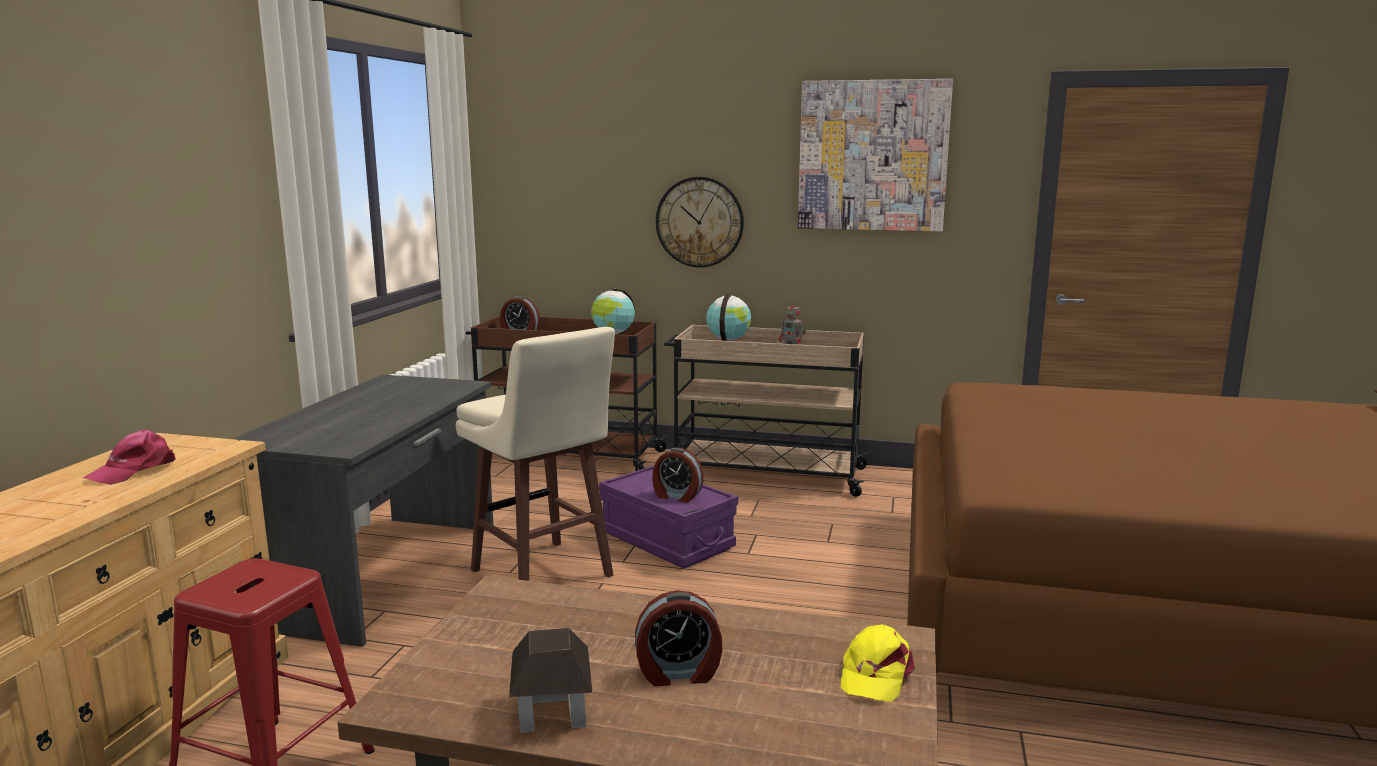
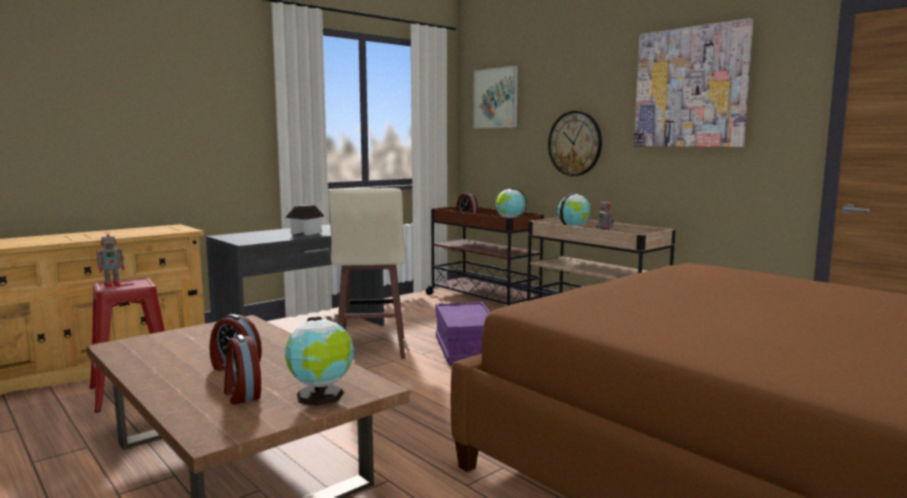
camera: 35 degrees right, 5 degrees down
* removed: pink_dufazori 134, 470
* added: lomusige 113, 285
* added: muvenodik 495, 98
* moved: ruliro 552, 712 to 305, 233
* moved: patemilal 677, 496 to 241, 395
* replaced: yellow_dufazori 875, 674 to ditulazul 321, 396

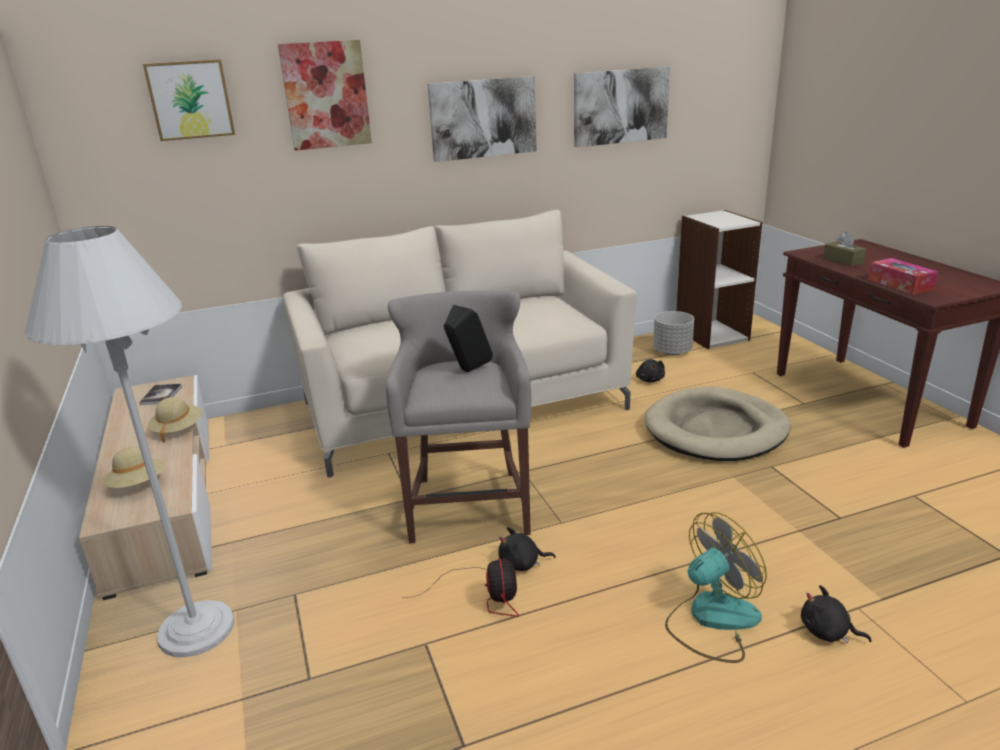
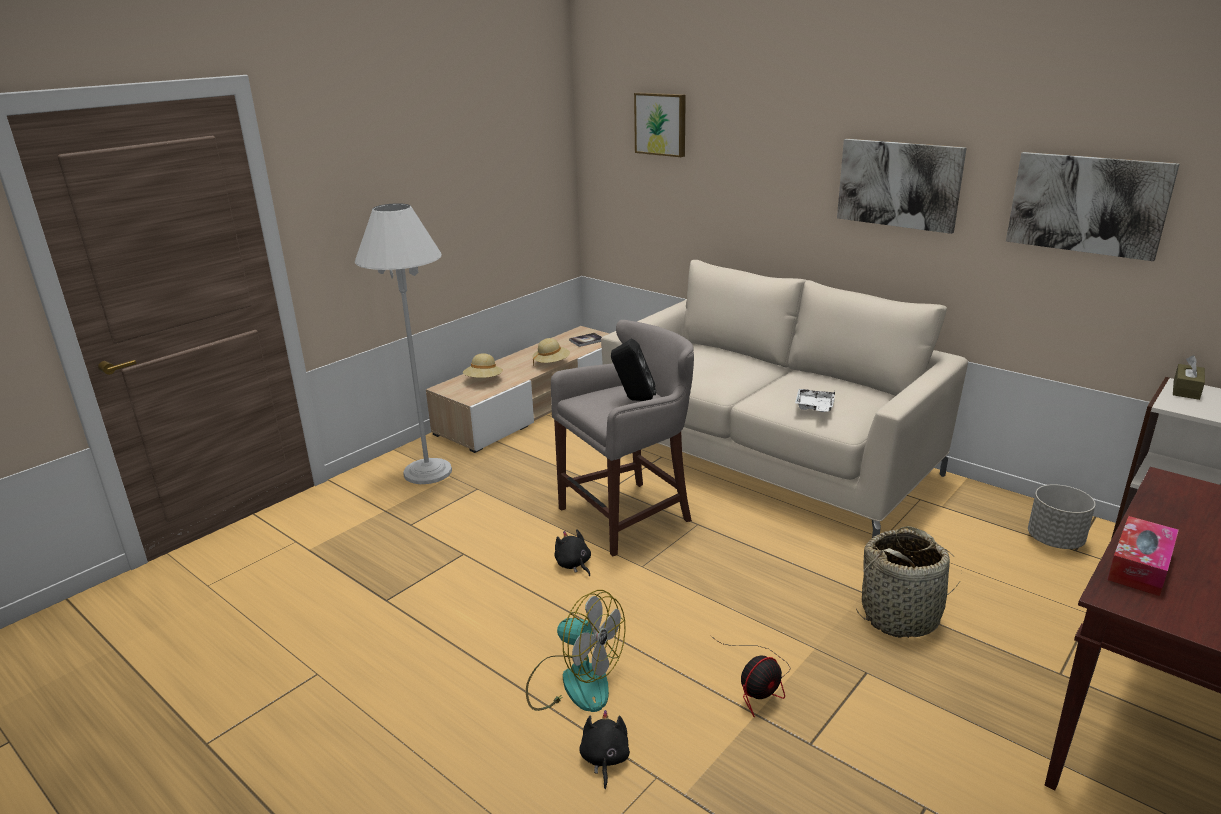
camera: 60 degrees right, 0 degrees up
* removed: muvenodik 326, 95
* removed: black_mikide 650, 380
* added: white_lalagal 814, 407
* moved: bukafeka 484, 596 to 759, 684
* moved: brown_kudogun 843, 260 to 1186, 389
* replaced: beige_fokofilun 716, 430 to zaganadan 901, 616

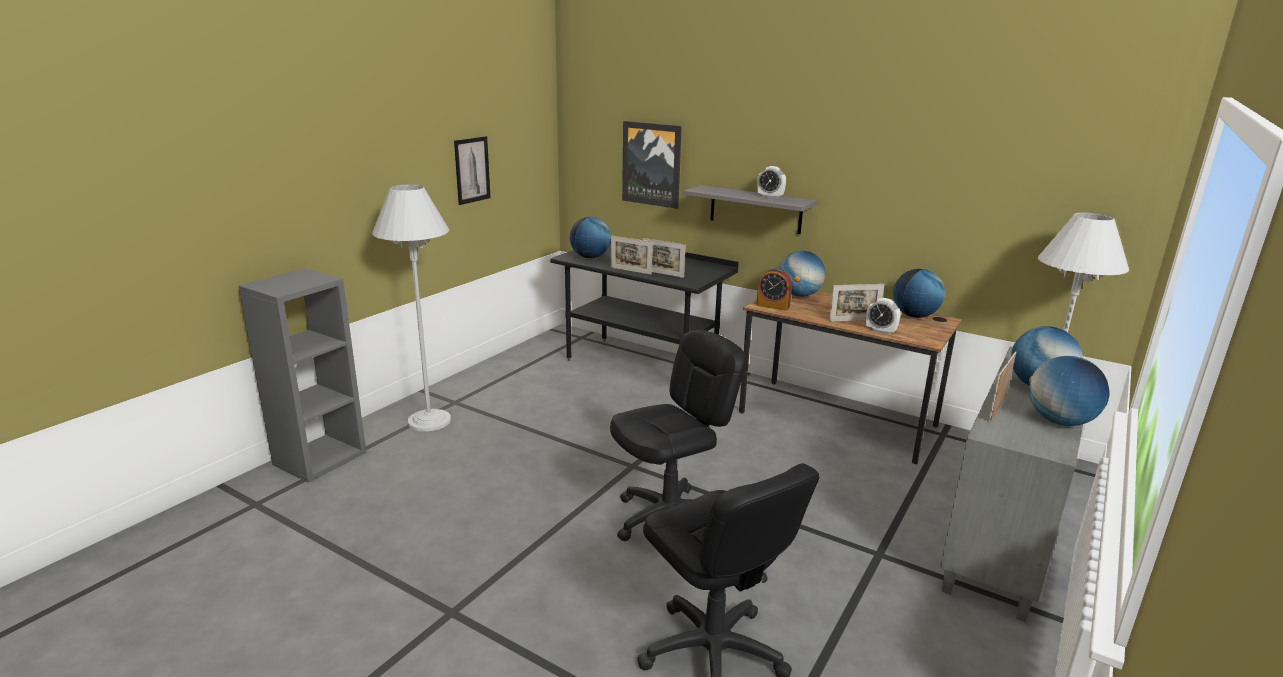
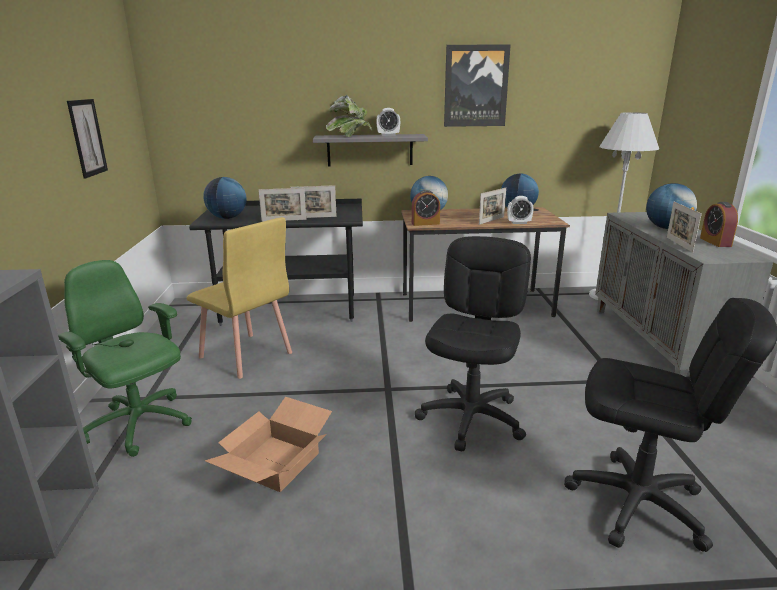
camera: 35 degrees left, 0 degrees up
* added: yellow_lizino 245, 355
* added: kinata 275, 461
* added: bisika 350, 136
* moved: muvenodik 652, 164 to 475, 86
* replaced: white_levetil 429, 421 to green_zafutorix 140, 426
* replaced: ditulazul 1060, 421 to patemilal 715, 242

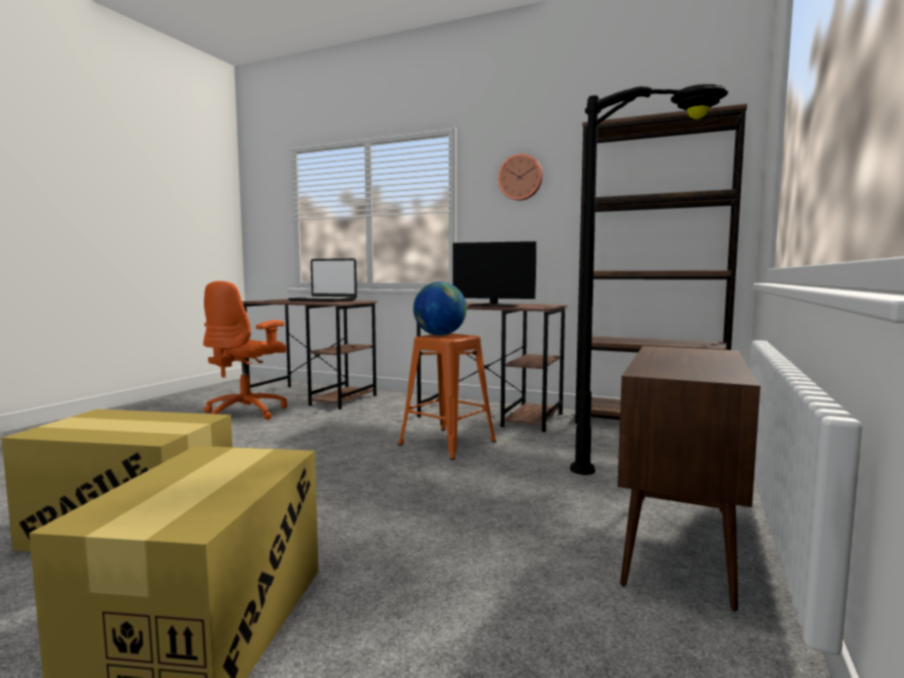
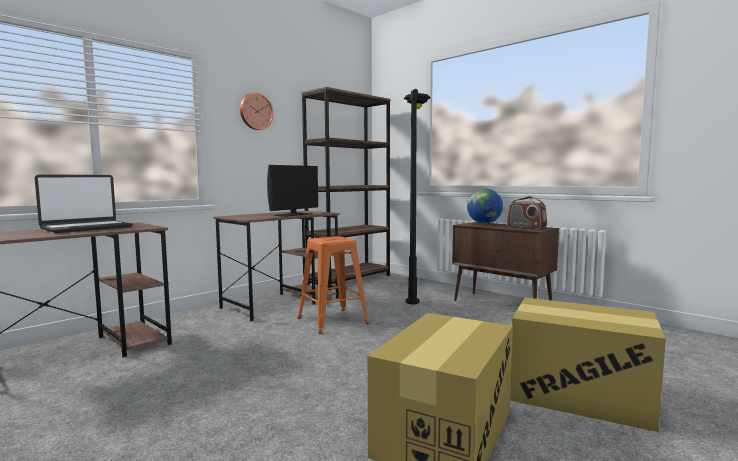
camera: 70 degrees left, 0 degrees up
* removed: orange_zafutorix 247, 412
* added: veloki 526, 229
* moved: ditulazul 439, 335 to 484, 223

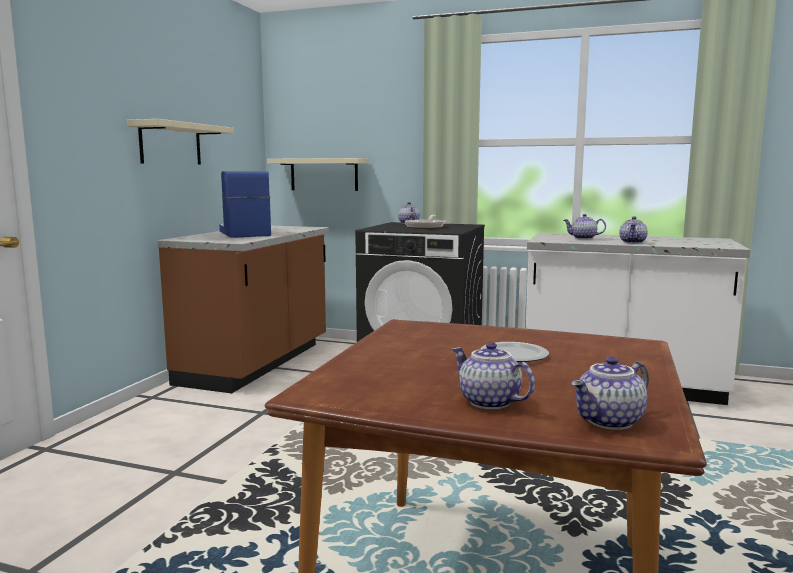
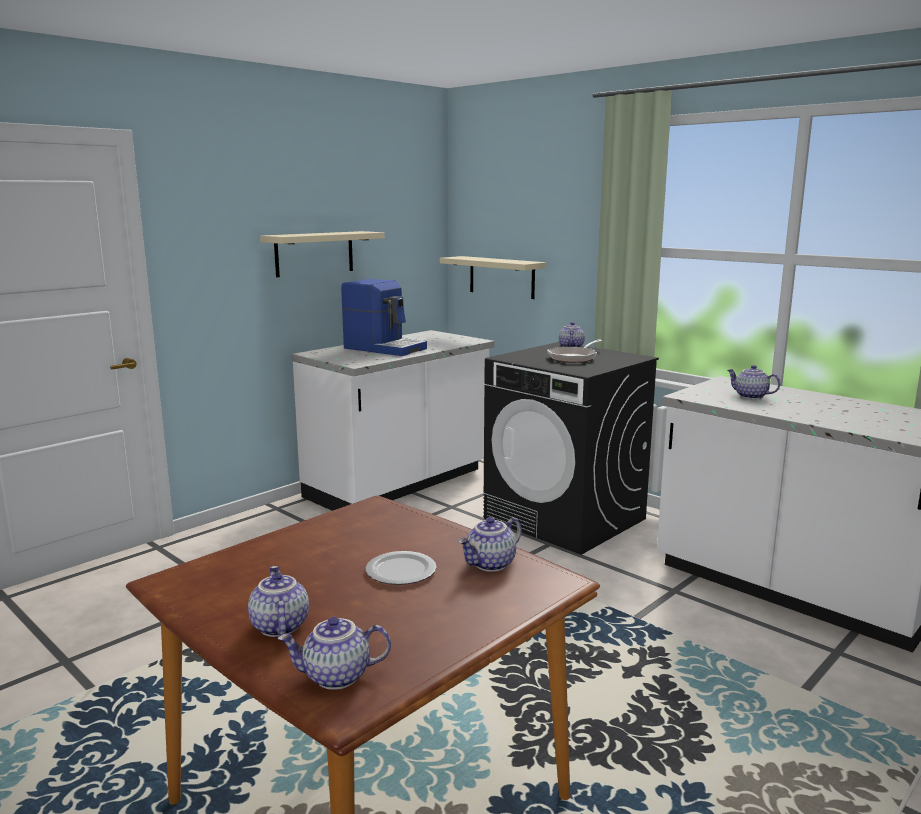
camera: 25 degrees right, 5 degrees up
* moved: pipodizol 633, 242 to 491, 564
* recoloured: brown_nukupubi 257, 363 to white_nukupubi 400, 484
* turned: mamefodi 243, 233 = 385, 348 120 degrees clockwise

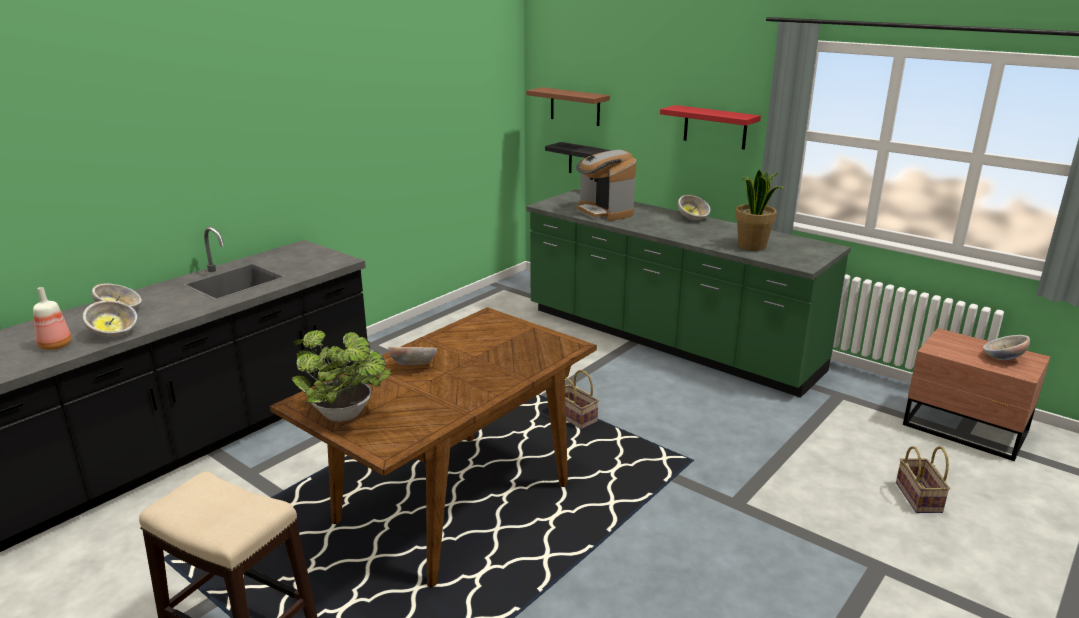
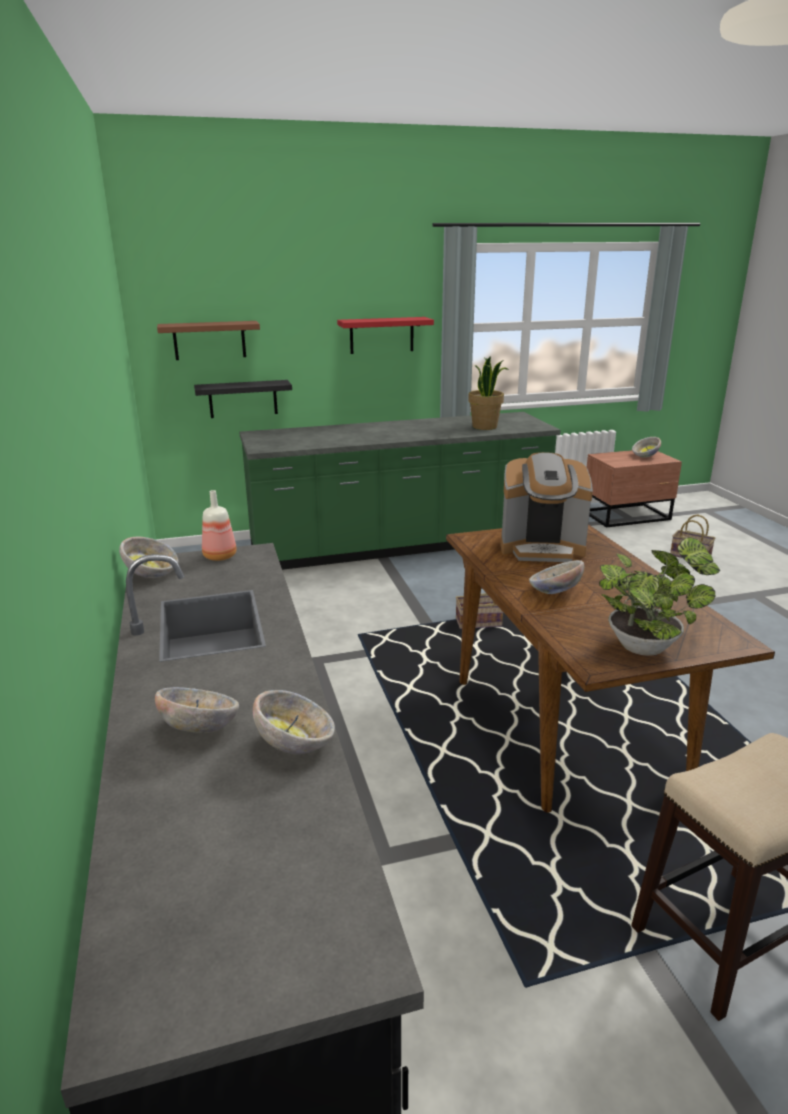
camera: 55 degrees left, 0 degrees up
* moved: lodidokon 55, 346 to 221, 556
* moved: mamefodi 604, 212 to 542, 548
* moved: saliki 693, 218 to 152, 574

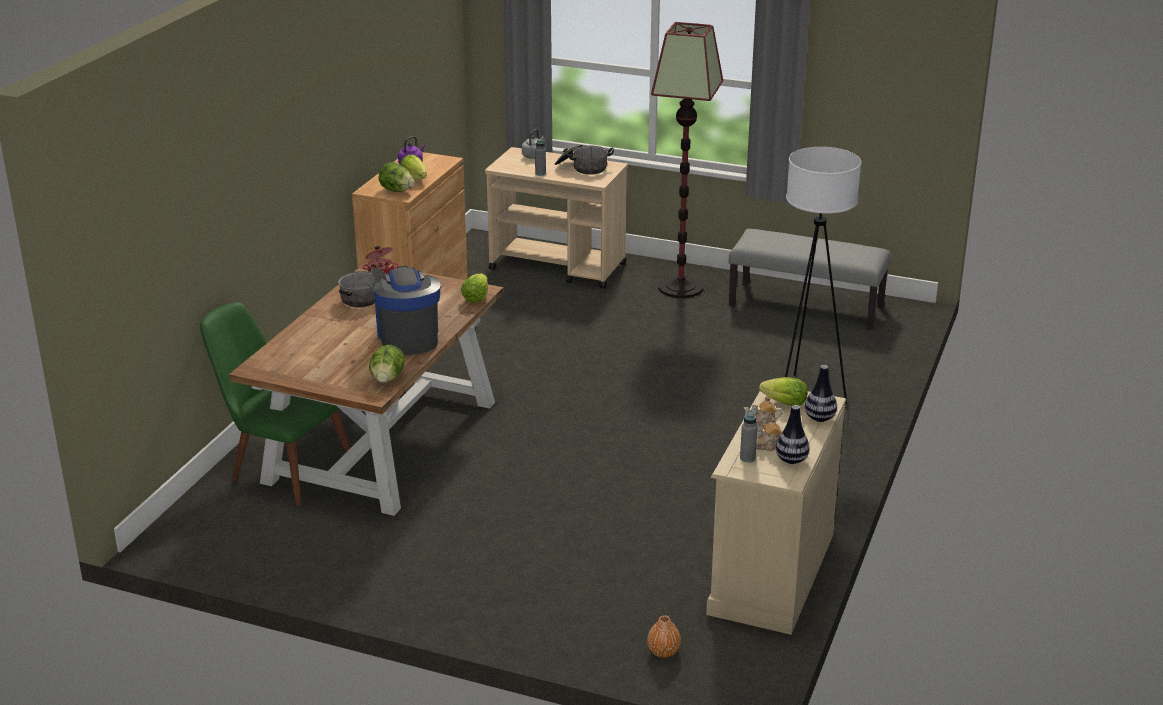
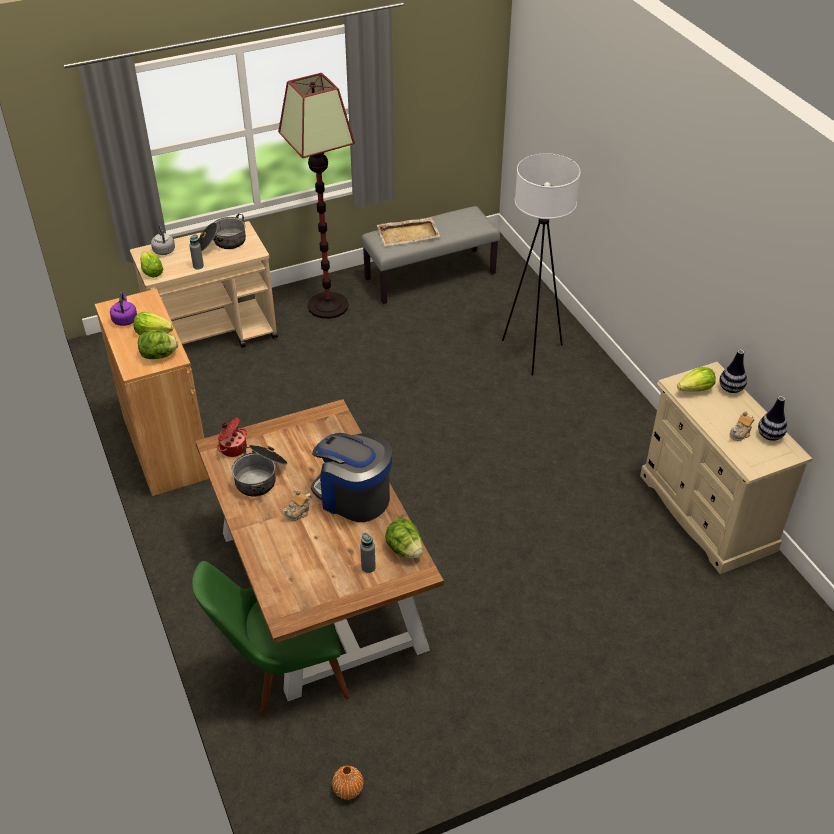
camera: 45 degrees left, 15 degrees up
* added: beige_lalagal 409, 233
* moved: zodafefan 476, 298 to 151, 272
* moved: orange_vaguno 663, 652 to 348, 789
* moved: grey_lodidokon 747, 458 to 368, 567
* moved: pipodizol 761, 423 to 298, 512

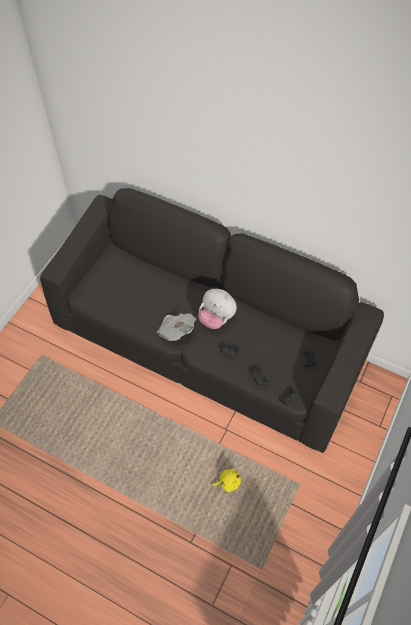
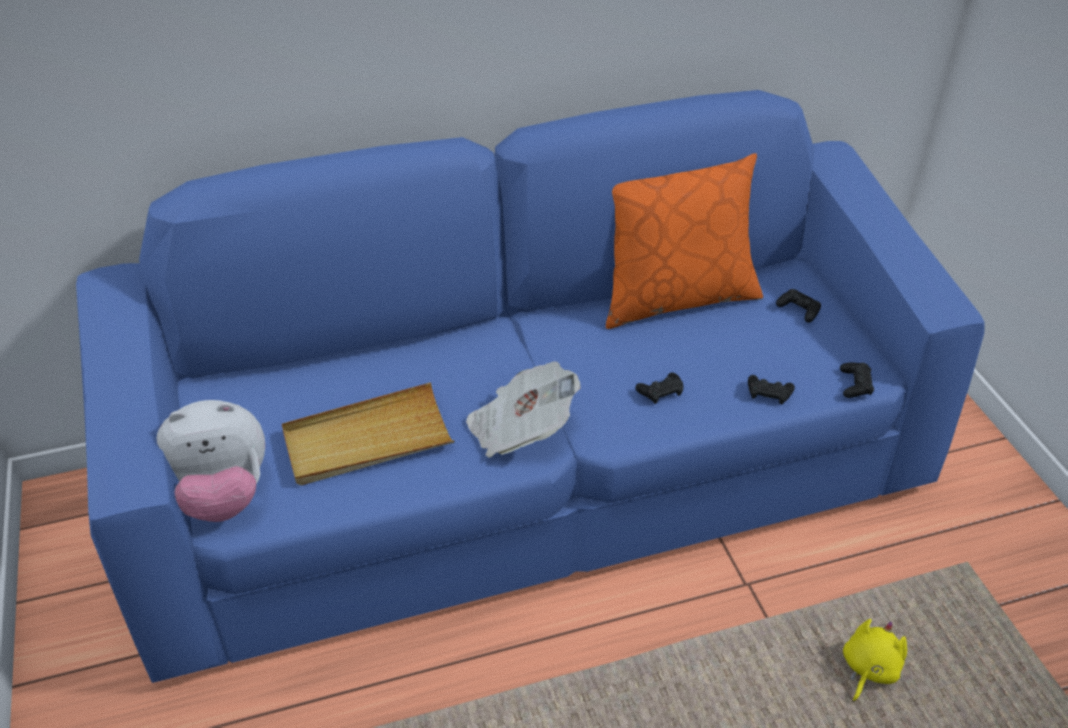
camera: 45 degrees left, 15 degrees down
* added: beige_lalagal 367, 440
* added: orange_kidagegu 675, 297
* moved: mikide 216, 318 to 223, 496
* recoloured: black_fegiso 206, 345 to blue_fegiso 535, 477

